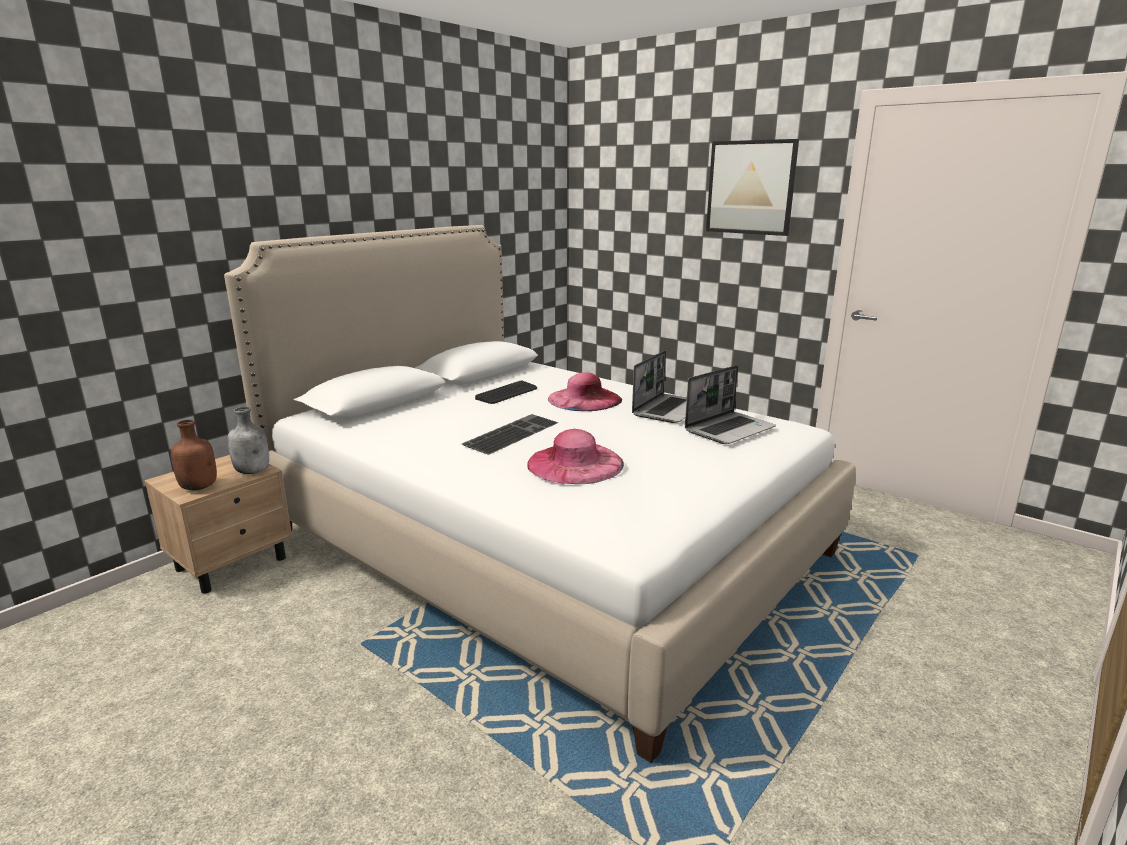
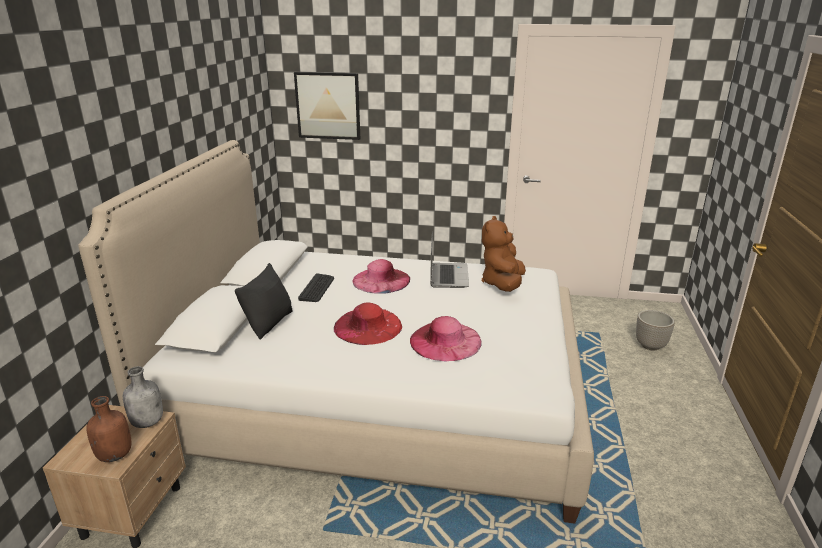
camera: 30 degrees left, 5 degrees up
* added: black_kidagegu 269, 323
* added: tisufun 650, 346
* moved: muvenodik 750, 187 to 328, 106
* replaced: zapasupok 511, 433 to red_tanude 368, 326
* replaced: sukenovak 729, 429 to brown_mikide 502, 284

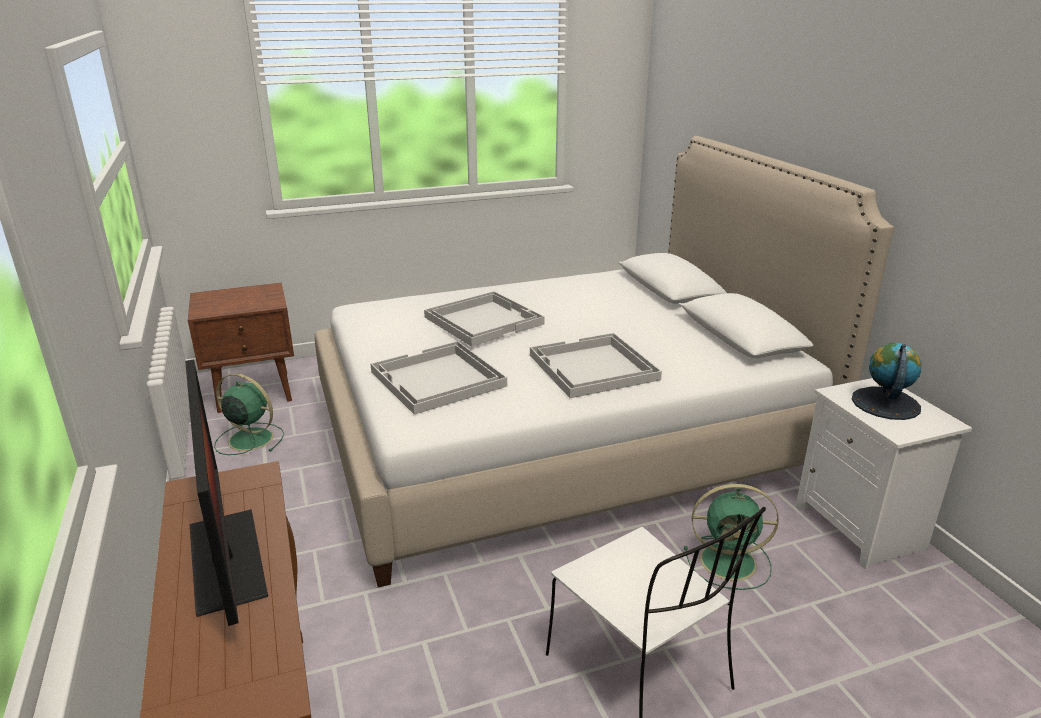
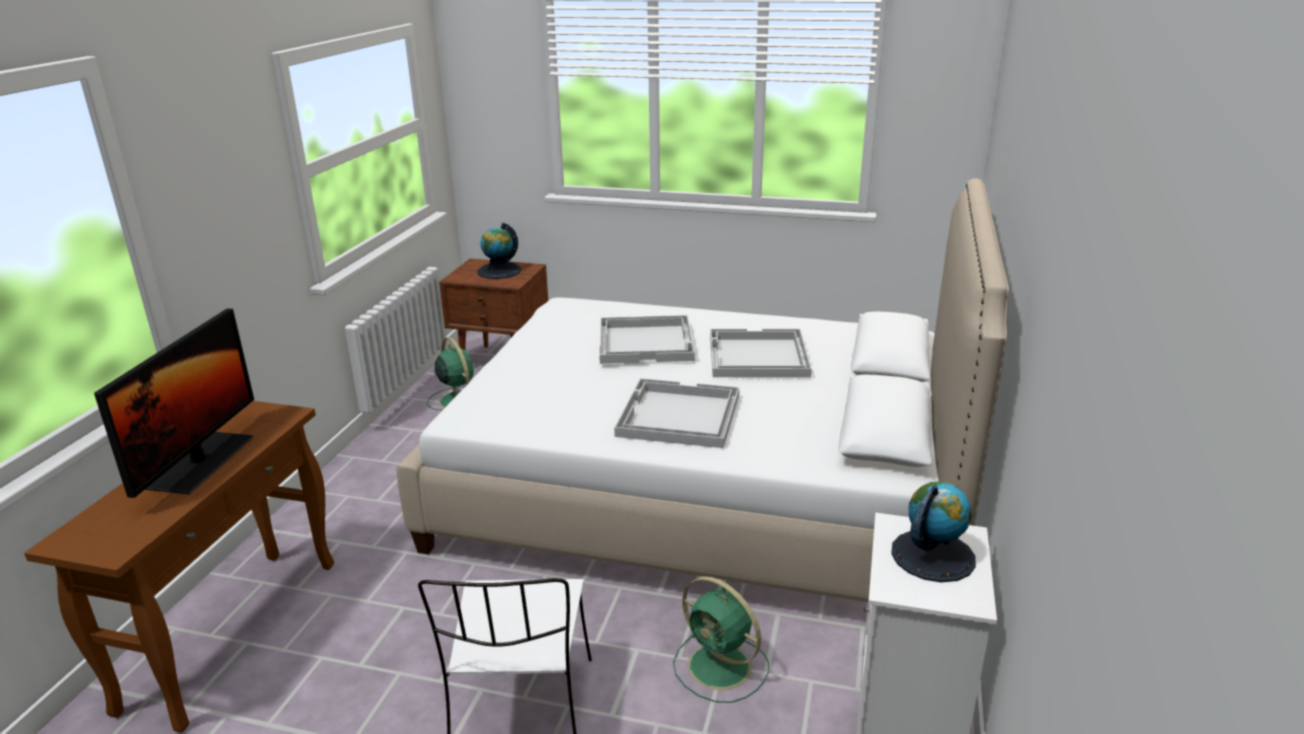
camera: 35 degrees right, 0 degrees up
* added: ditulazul 499, 271
* moved: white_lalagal 437, 380 to 757, 356

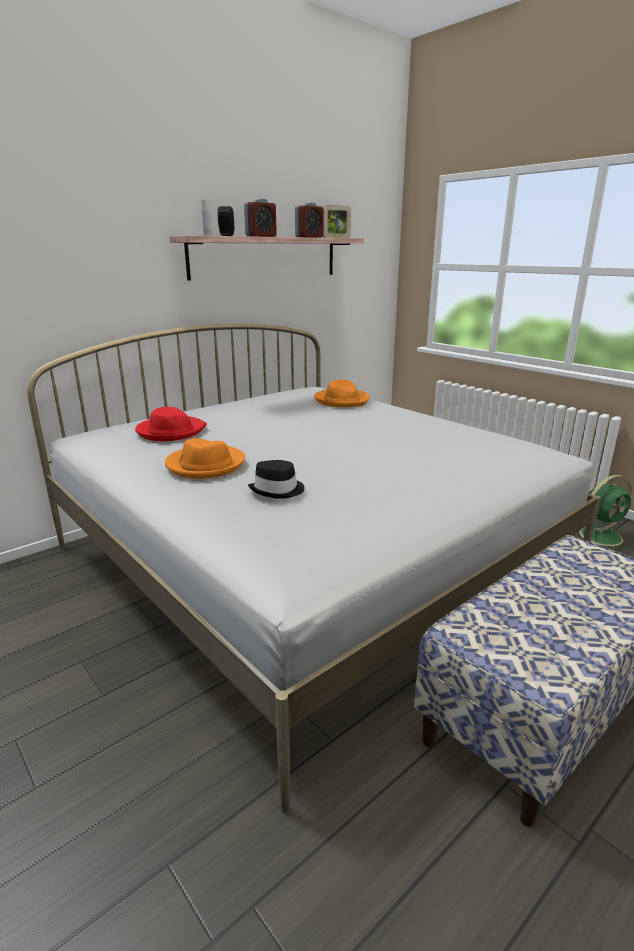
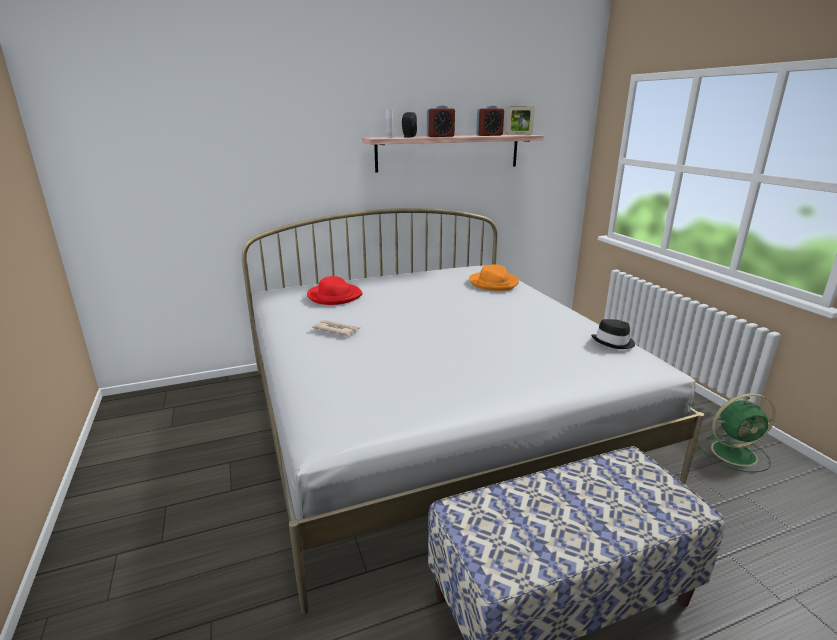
camera: 20 degrees right, 0 degrees up
* moved: black_tanude 278, 490 to 613, 342
* replaced: orange_tanude 205, 465 to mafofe 336, 330

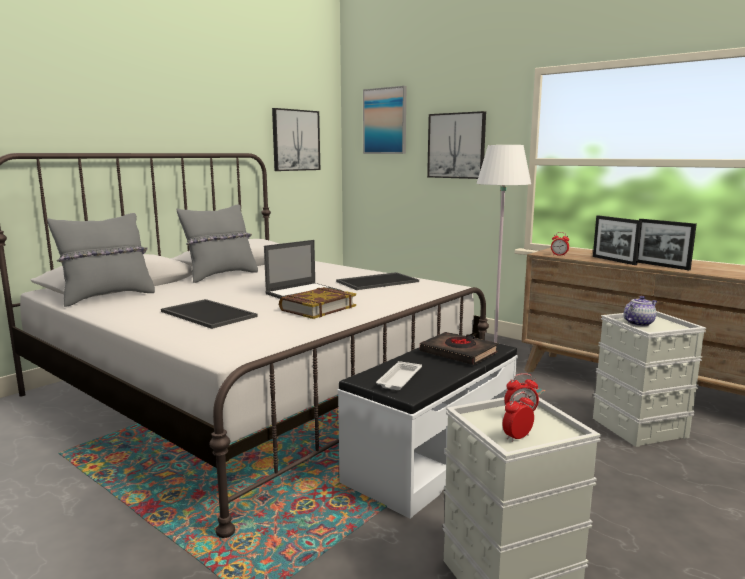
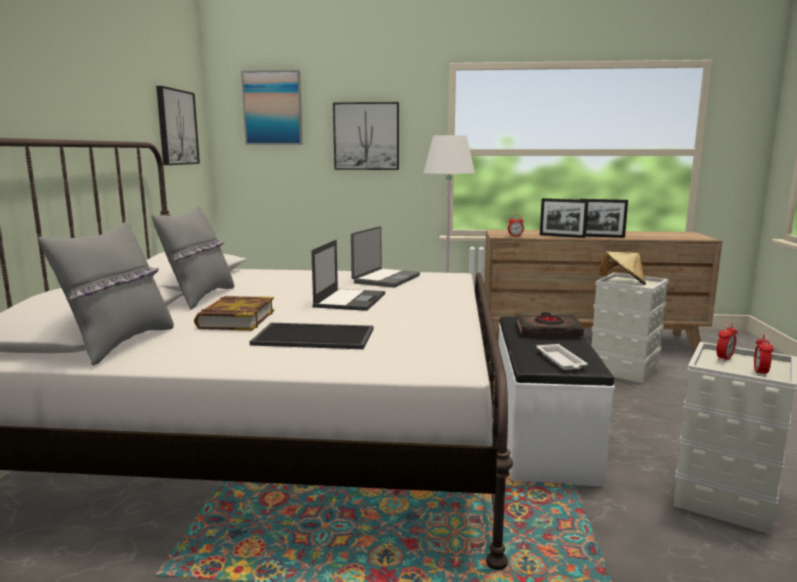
camera: 35 degrees left, 0 degrees up
* moved: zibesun 317, 308 to 236, 319
* replaced: lalagal 377, 281 to sukenovak 385, 279
* replaced: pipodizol 639, 323 to beige_tanude 623, 283

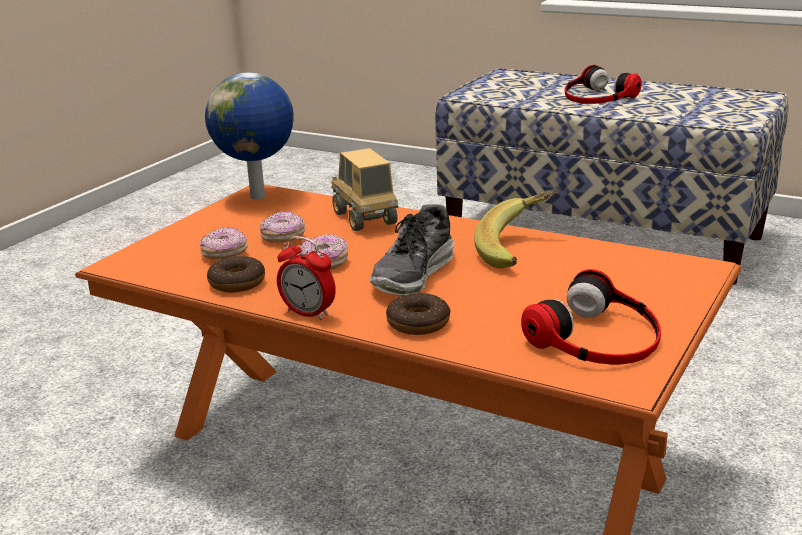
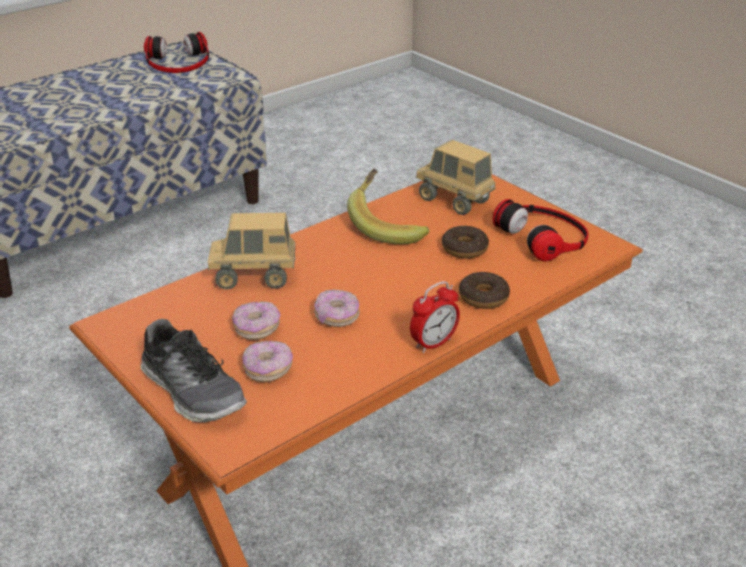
camera: 70 degrees left, 10 degrees up
* removed: ditulazul 259, 197
* added: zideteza 454, 201
* moved: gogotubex 237, 283 to 464, 248
* moved: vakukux 414, 274 to 193, 391
* moved: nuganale 597, 96 to 178, 62

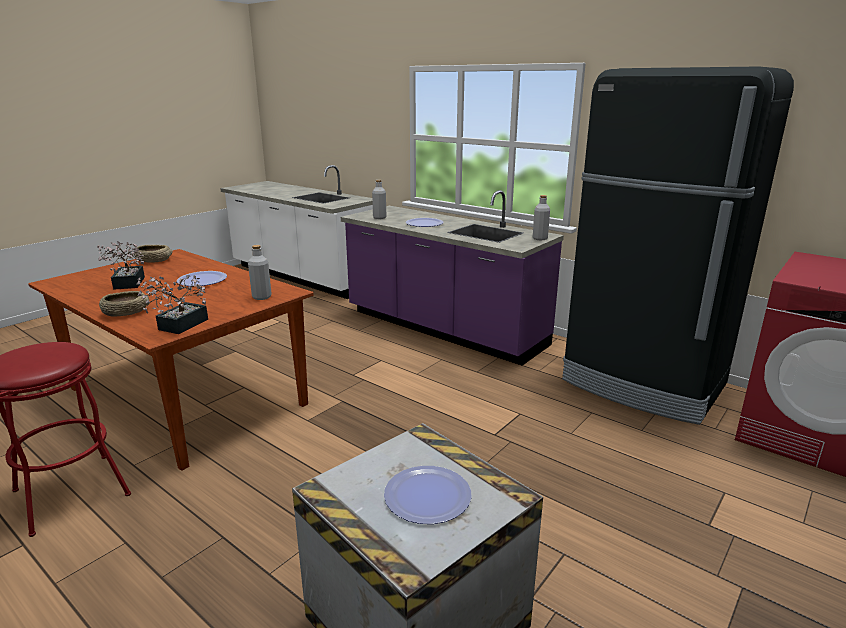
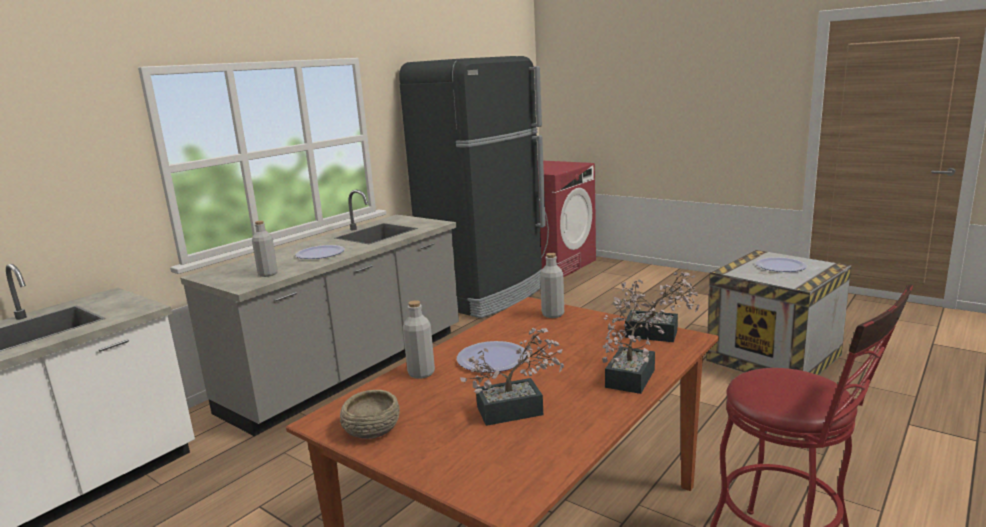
camera: 90 degrees left, 5 degrees down
* moved: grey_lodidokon 540, 238 to 421, 373
* replaced: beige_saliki 125, 312 to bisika 633, 375
* recoloured: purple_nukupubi 443, 329 to grey_nukupubi 350, 371

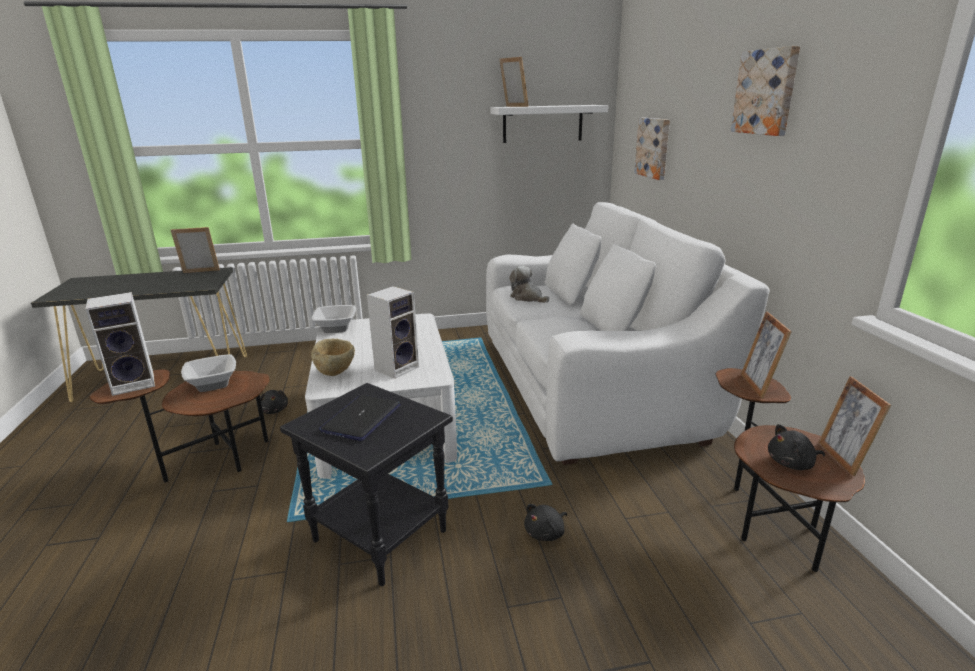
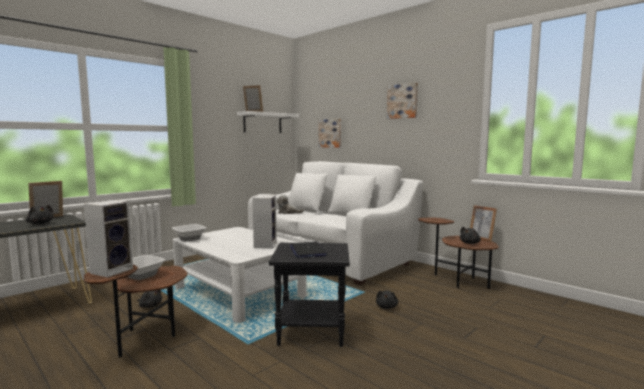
camera: 35 degrees left, 15 degrees down
* removed: beige_saliki 336, 372
* removed: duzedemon 758, 386
* added: black_mikide 40, 223

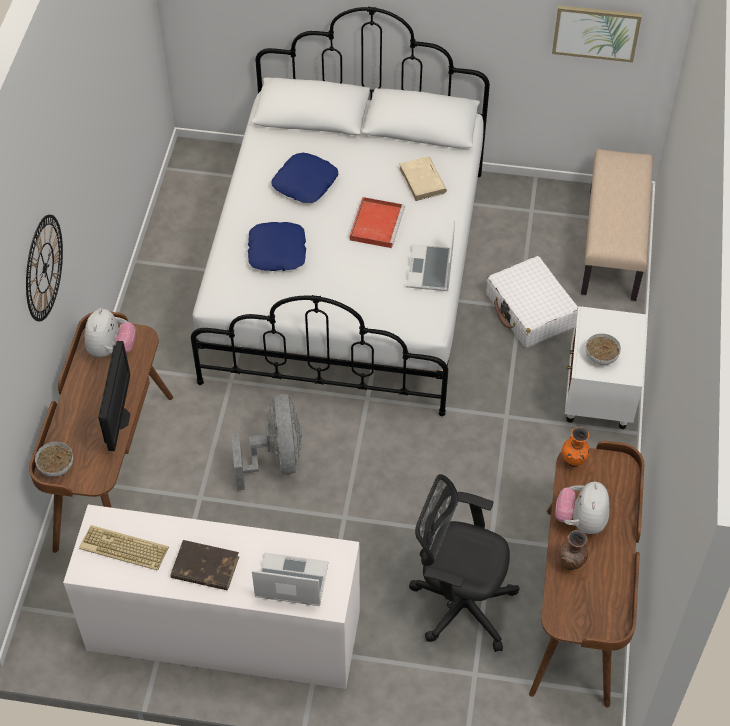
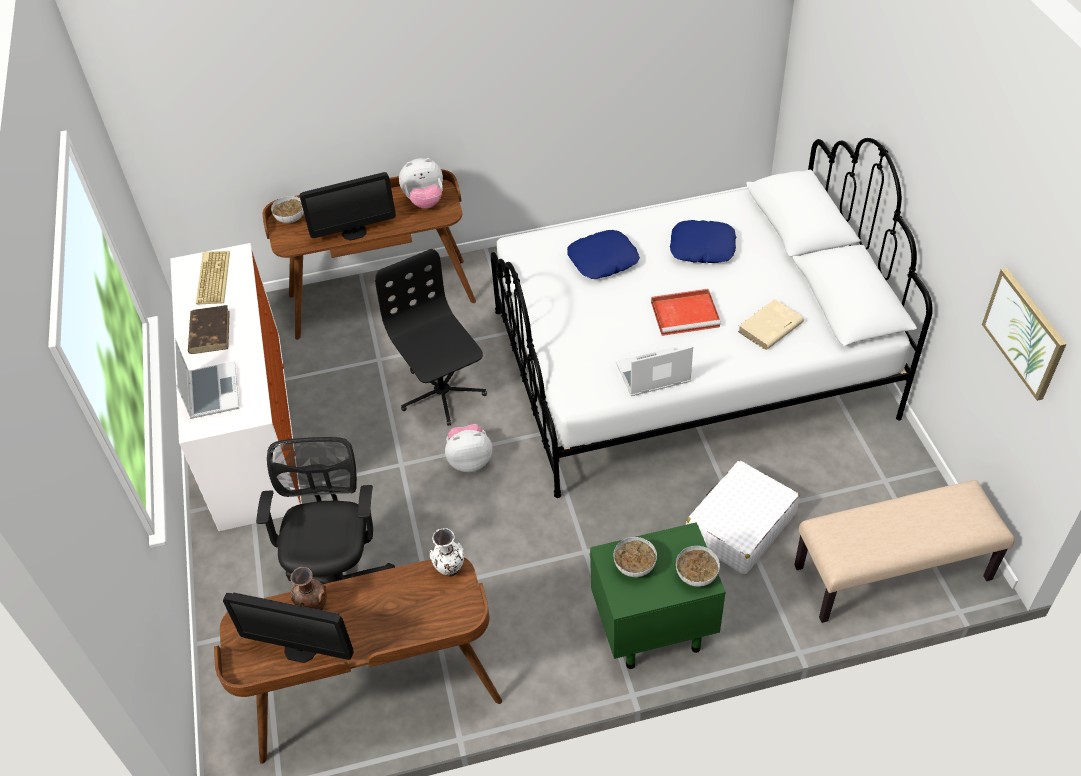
camera: 70 degrees right, 5 degrees down
* removed: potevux 44, 268
* added: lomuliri 301, 648
* added: saliki 697, 575
* moved: mikide 581, 520 to 470, 460
* replaced: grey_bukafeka 276, 460 to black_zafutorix 442, 393
* recoloured: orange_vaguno 573, 463 to white_vaguno 450, 571
* recoloured: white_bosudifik 597, 401 to green_bosudifik 652, 630

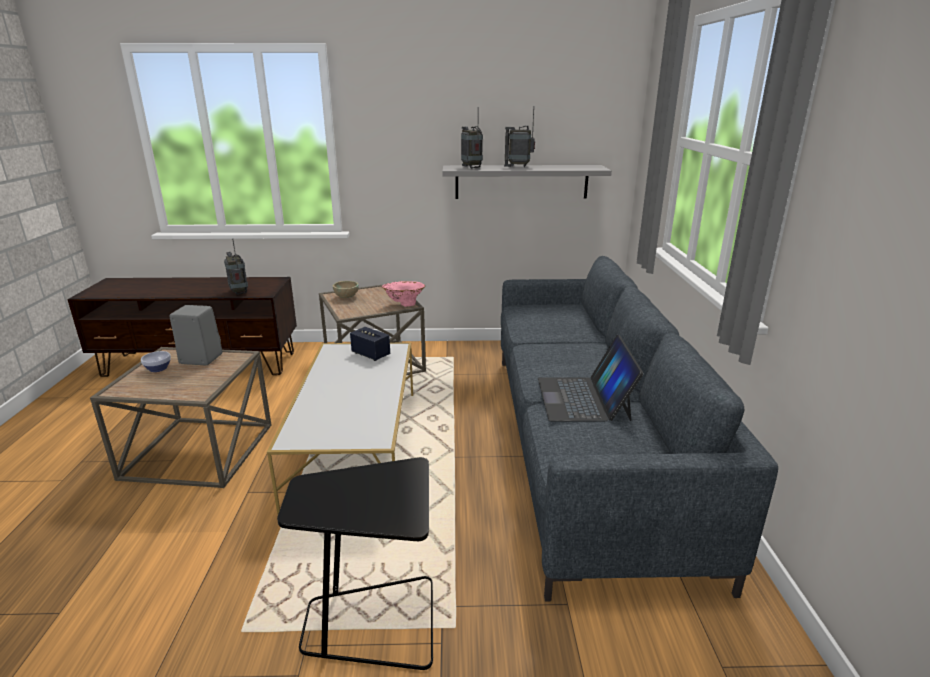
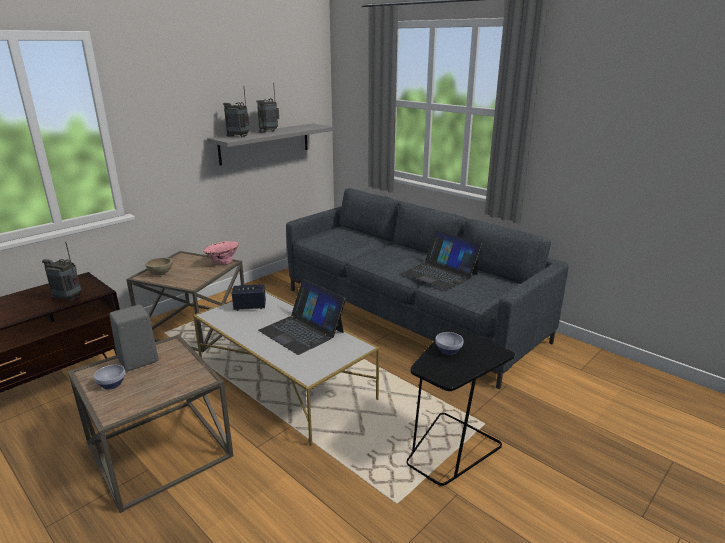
camera: 45 degrees left, 0 degrees up
* added: sukenovak 302, 331
* added: saliki 449, 351

